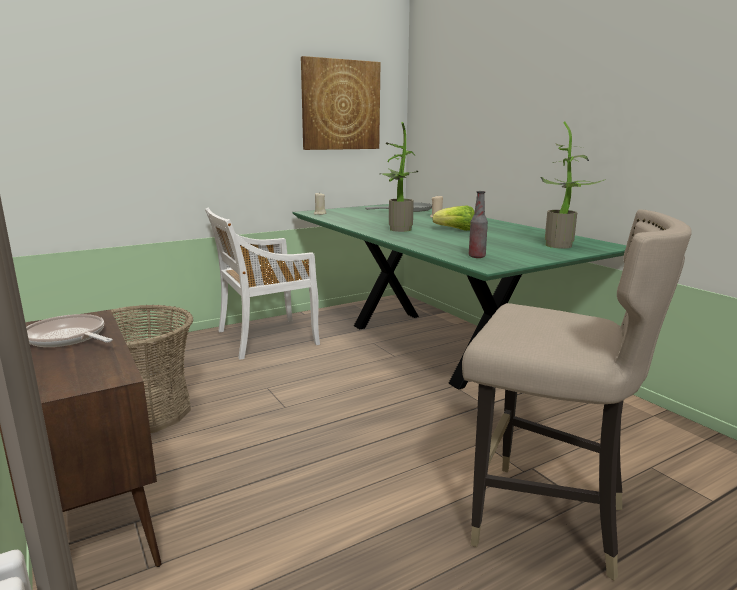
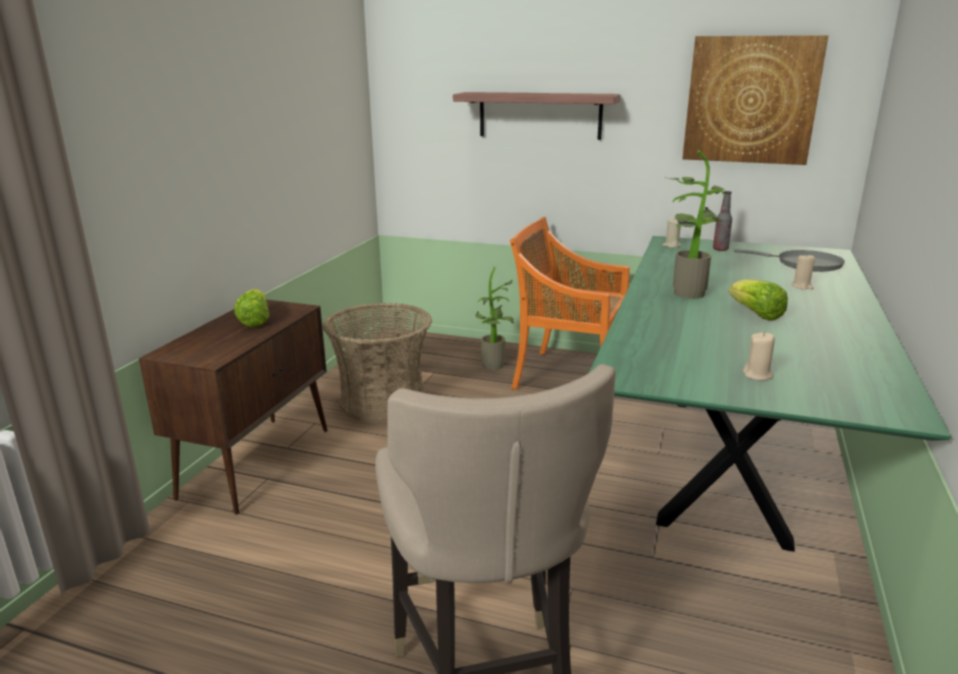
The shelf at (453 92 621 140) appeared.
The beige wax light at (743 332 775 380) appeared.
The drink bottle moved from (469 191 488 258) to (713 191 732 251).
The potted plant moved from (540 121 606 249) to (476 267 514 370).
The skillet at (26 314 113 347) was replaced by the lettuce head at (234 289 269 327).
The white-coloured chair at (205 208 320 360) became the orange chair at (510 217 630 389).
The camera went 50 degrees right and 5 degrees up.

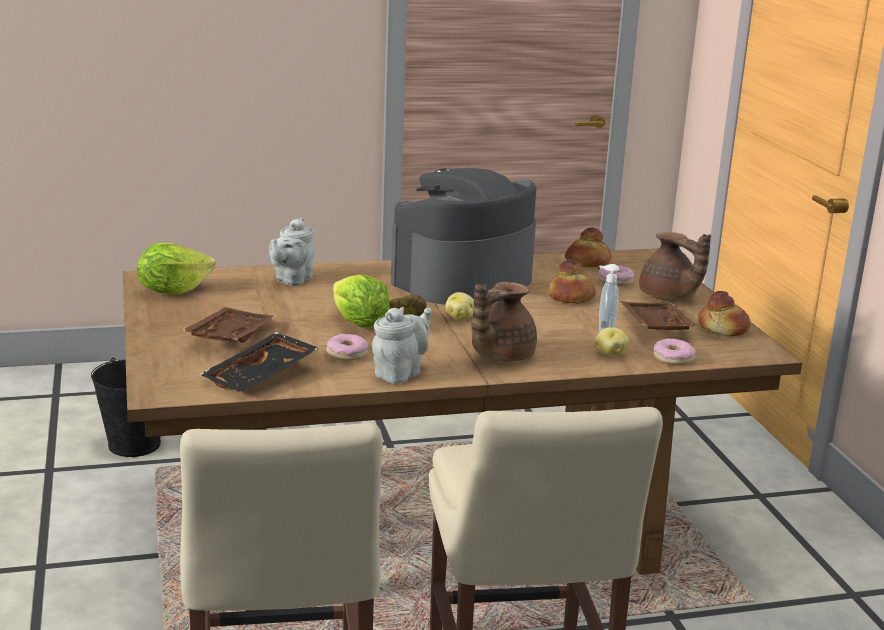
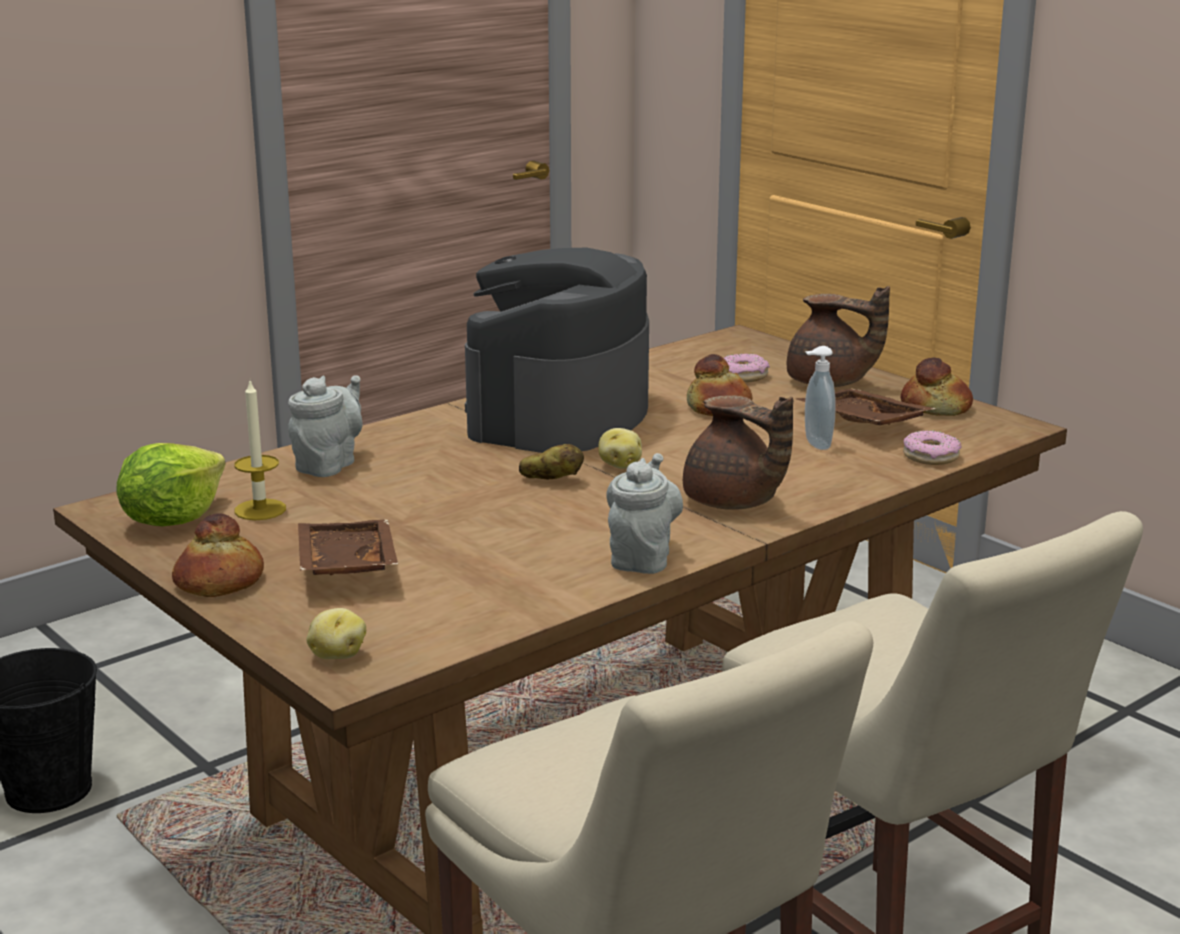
The blackish serving tray at (200 332 318 392) disappeared.
The doughnut at (326 334 368 361) disappeared.
The lettuce head at (333 274 390 327) disappeared.
The wax light at (234 381 286 520) appeared.
The baked bread moved from (565 227 611 267) to (172 513 264 597).
The spud moved from (595 327 629 356) to (307 608 366 659).
The grey teapot at (269 217 315 286) turned 150 degrees counterclockwise.
The brownish teapot at (471 282 537 362) turned 60 degrees counterclockwise.
The camera went 25 degrees left and 0 degrees up.

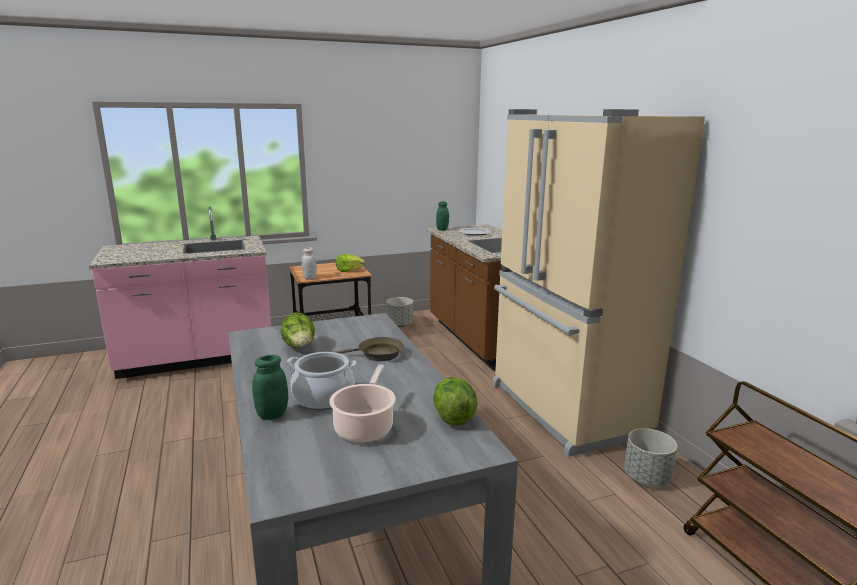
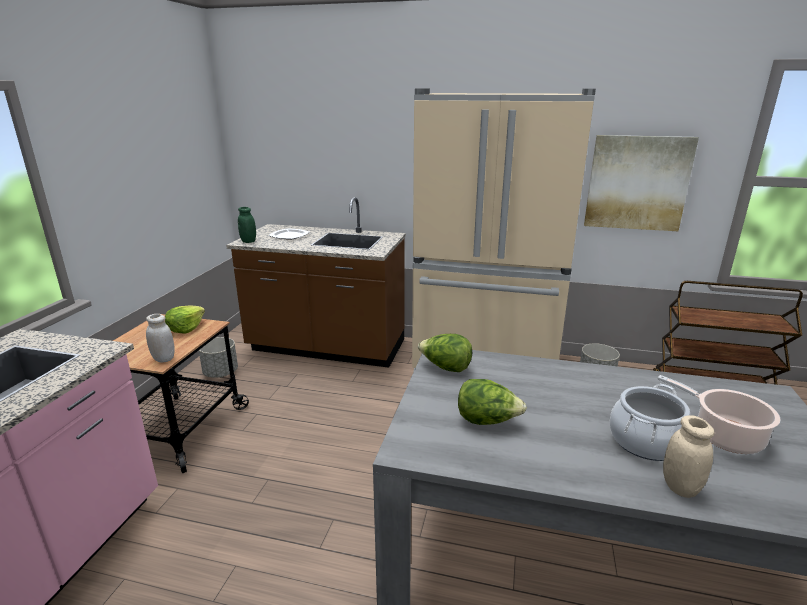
The brownish skillet at (331 337 404 361) disappeared.
The wall art at (584 135 699 231) appeared.
The lettuce head moved from (433 377 478 426) to (418 334 472 372).
The green-coloured storage jar at (252 355 288 420) became the beige storage jar at (663 415 714 498).
The camera went 55 degrees left and 5 degrees up.

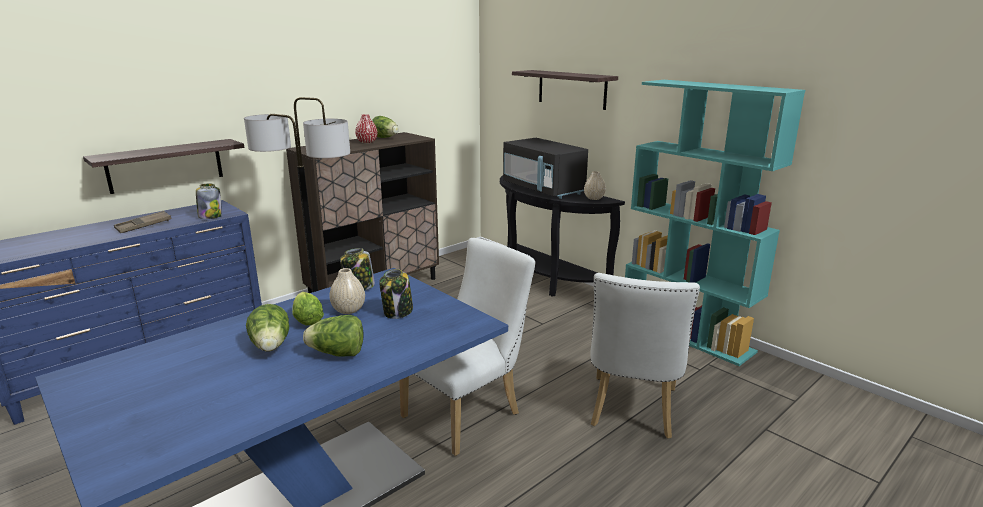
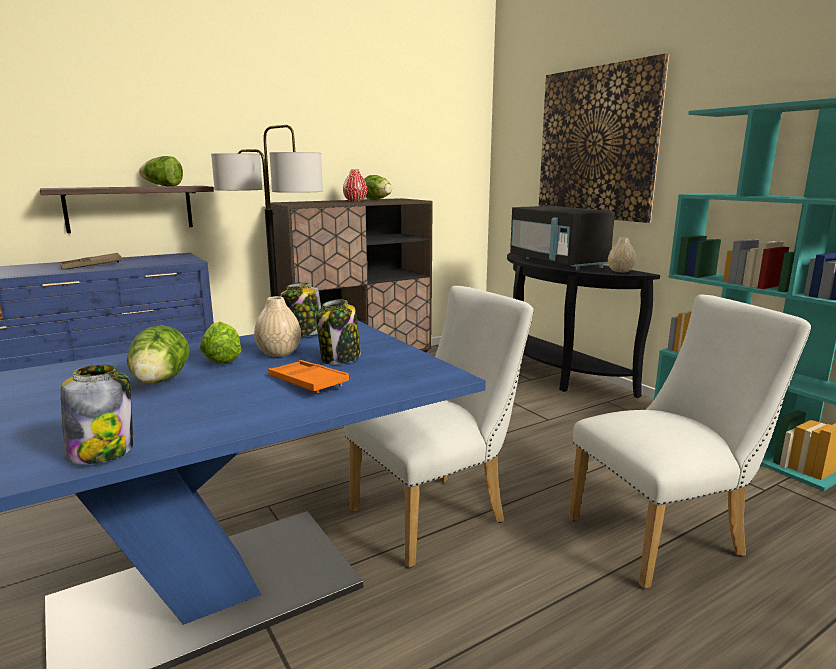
The orange serving tray at (268 360 349 393) appeared.
The storage jar moved from (196 184 222 219) to (61 365 133 464).
The lettuce head moved from (303 315 363 357) to (139 156 183 186).
The shelf at (512 70 618 110) was replaced by the wall art at (539 53 669 223).
The white-coloured chair at (590 273 700 439) turned 135 degrees counterclockwise.
The camera went 10 degrees right and 5 degrees down.

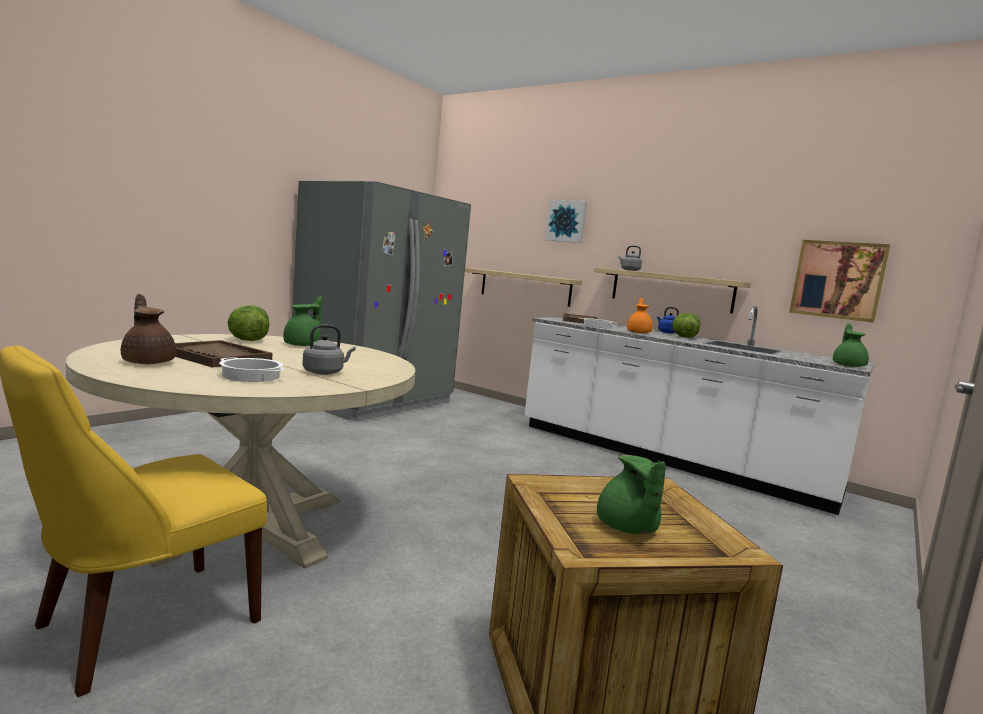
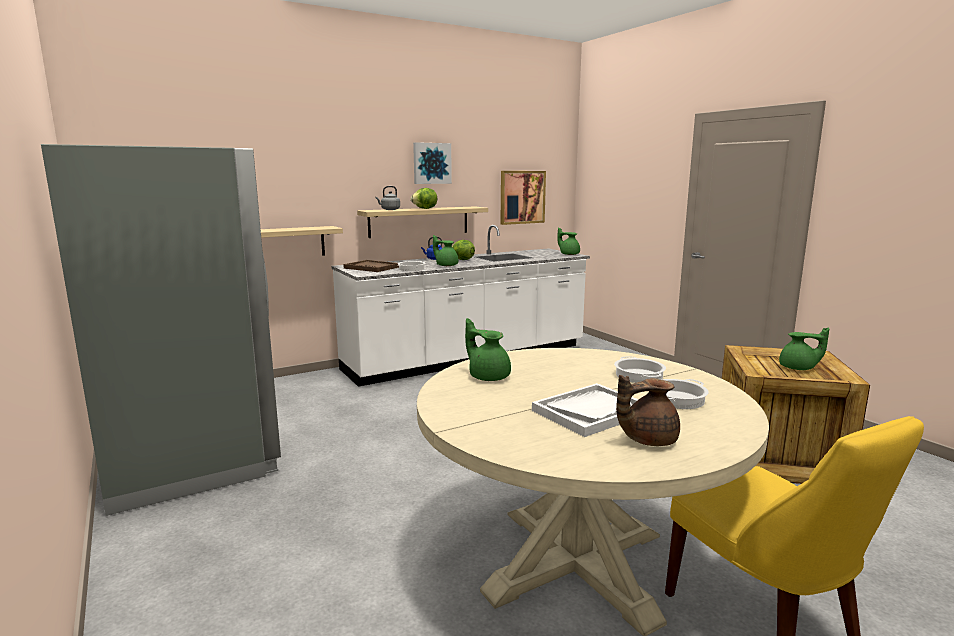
The lettuce head moved from (228 305 269 341) to (411 188 437 209).
The wall art moved from (545 200 587 243) to (413 142 452 184).
The grey water kettle at (302 324 356 375) was replaced by the saucepot at (614 356 666 383).
The brownish serving tray at (175 340 272 367) became the white-coloured serving tray at (532 383 639 437).
The orange teapot at (627 298 653 333) became the green-coloured teapot at (433 235 458 266).
The camera went 65 degrees left and 5 degrees up.

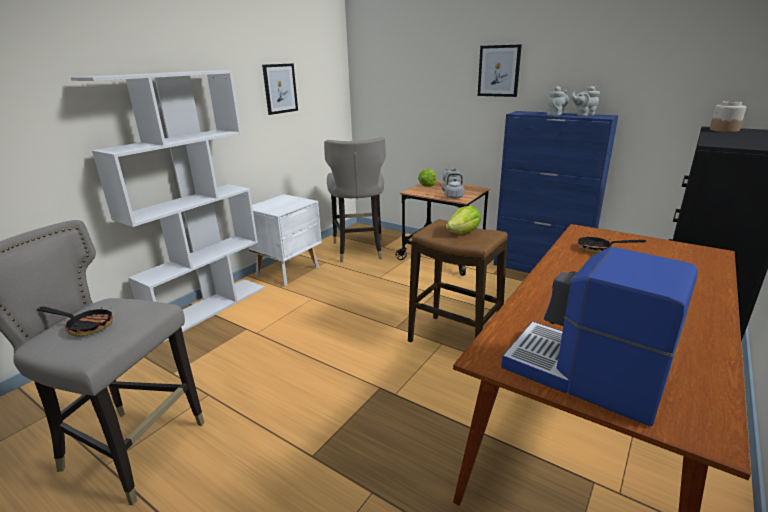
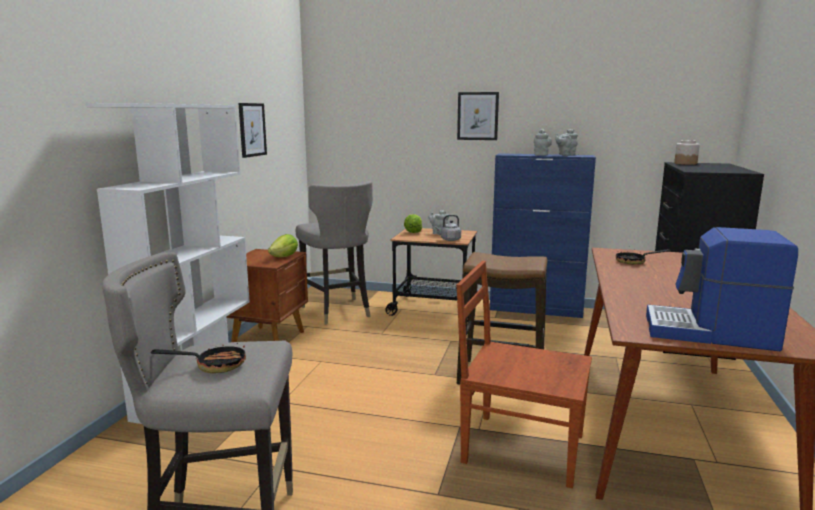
The brownish chair at (456 261 592 488) appeared.
The lettuce head moved from (446 206 481 234) to (268 234 298 257).
The white-coloured bedside table at (249 194 322 286) became the brownish bedside table at (226 249 308 342).
The camera went 20 degrees left and 10 degrees down.

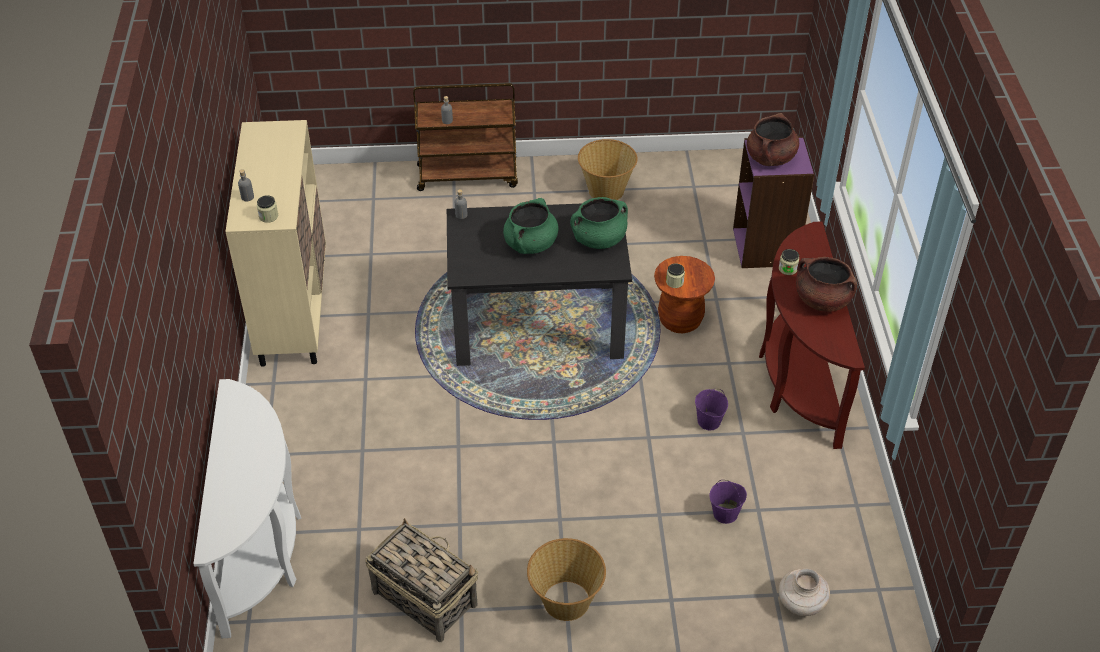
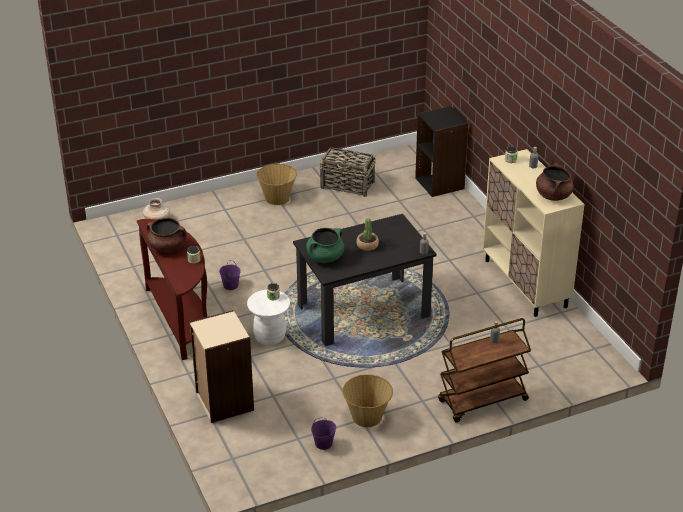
The purplish bucket moved from (709 480 747 524) to (311 417 336 450).
The brownish saucepot moved from (747 113 799 166) to (536 163 574 201).
The white-coloured console table at (193 379 301 638) was replaced by the blackish bookcase at (415 106 469 197).
The green-coloured saucepot at (503 198 558 254) was replaced by the potted plant at (356 218 379 251).
The brownish stool seat at (654 256 715 333) became the white-coloured stool seat at (247 290 290 345).
The purplish bookcase at (733 136 814 268) became the beige bookcase at (190 310 254 423).
The camera went 160 degrees right and 10 degrees down.

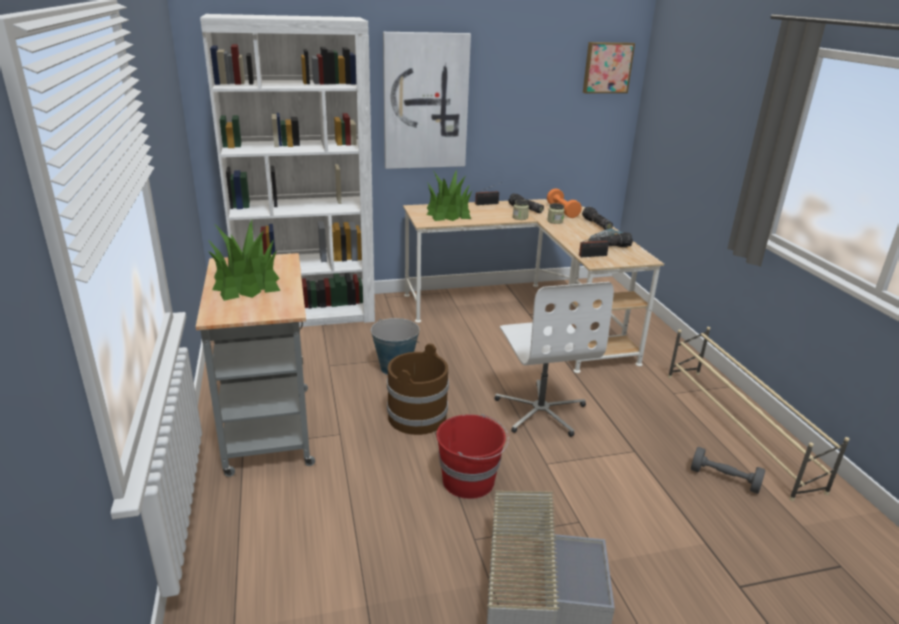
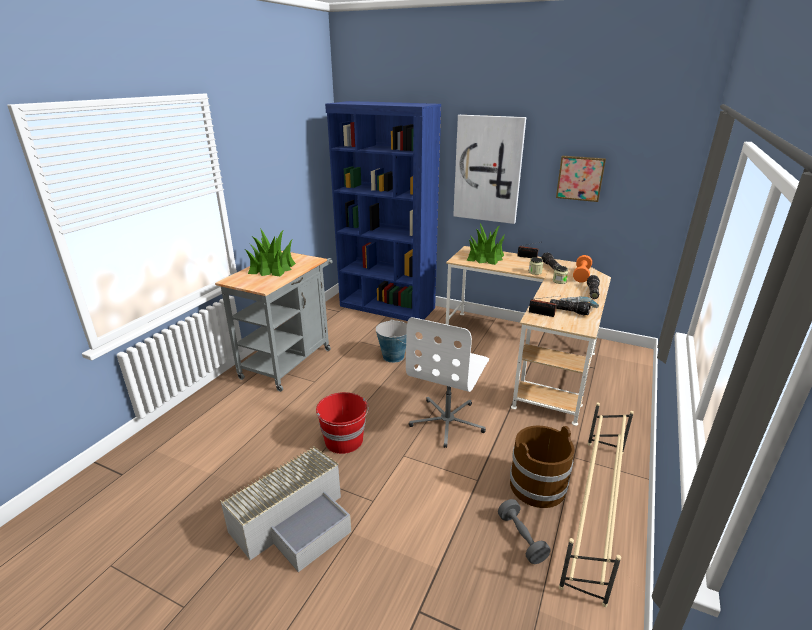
The brownish bucket moved from (387 343 449 435) to (510 426 575 508).
The wall art moved from (583 42 635 93) to (556 156 606 202).
The white-coloured bookcase at (200 14 375 327) became the bluish bookcase at (325 101 441 321).
The camera went 40 degrees right and 0 degrees up.

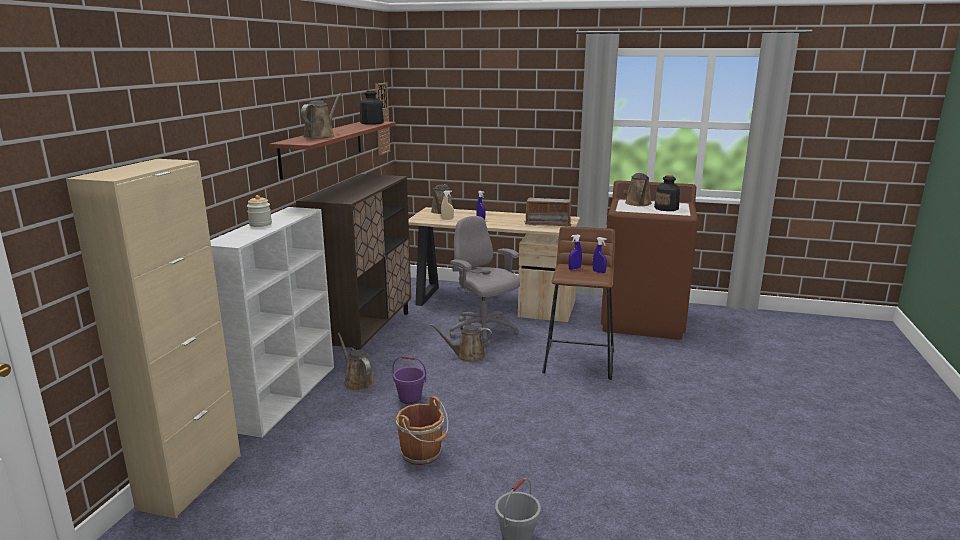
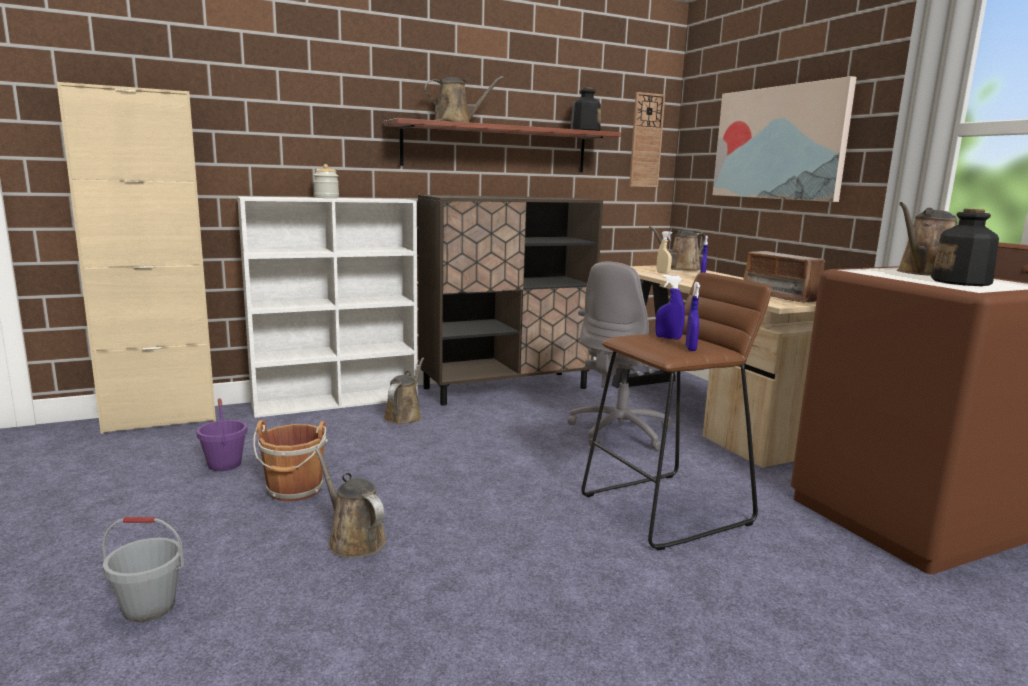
The wall art at (713 76 857 202) appeared.
The purplish bucket moved from (392 356 426 404) to (196 398 247 471).
The brownish watering pot moved from (430 324 492 362) to (315 449 386 558).
The grey computer chair at (449 216 520 347) turned 150 degrees counterclockwise.
The camera went 50 degrees right and 5 degrees down.

